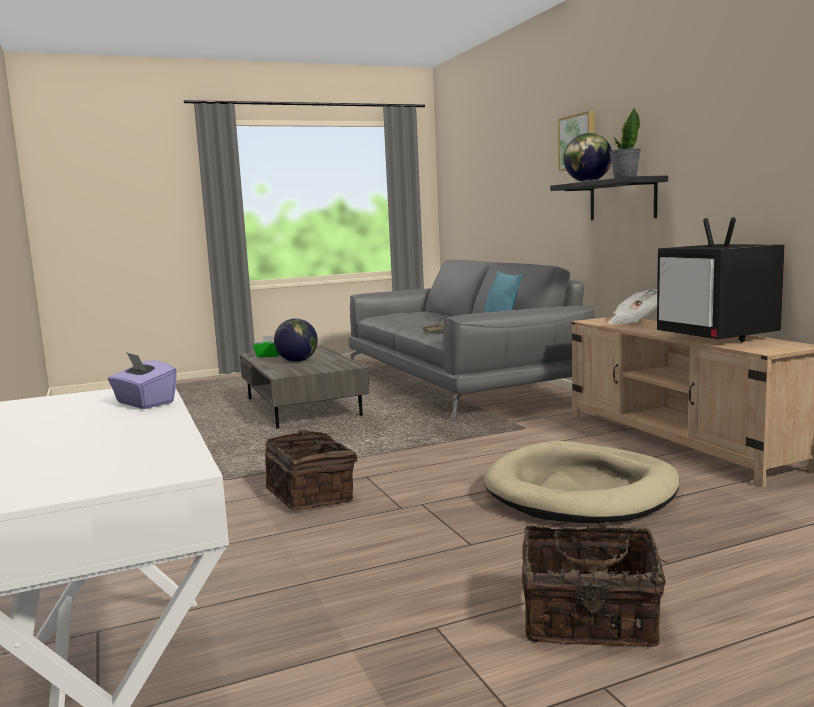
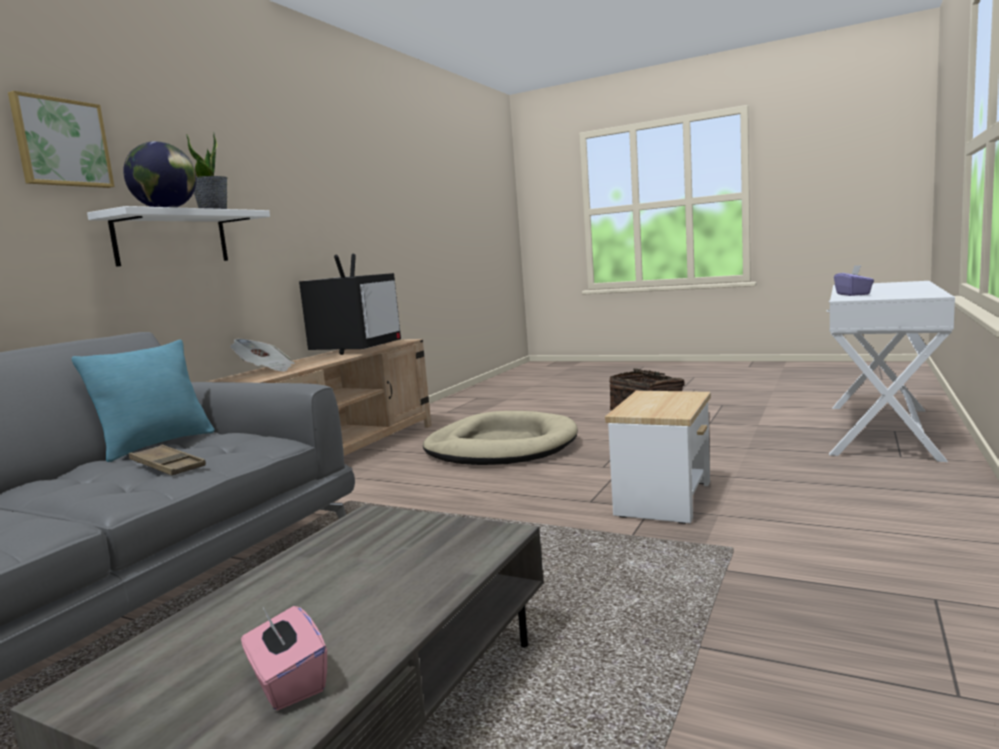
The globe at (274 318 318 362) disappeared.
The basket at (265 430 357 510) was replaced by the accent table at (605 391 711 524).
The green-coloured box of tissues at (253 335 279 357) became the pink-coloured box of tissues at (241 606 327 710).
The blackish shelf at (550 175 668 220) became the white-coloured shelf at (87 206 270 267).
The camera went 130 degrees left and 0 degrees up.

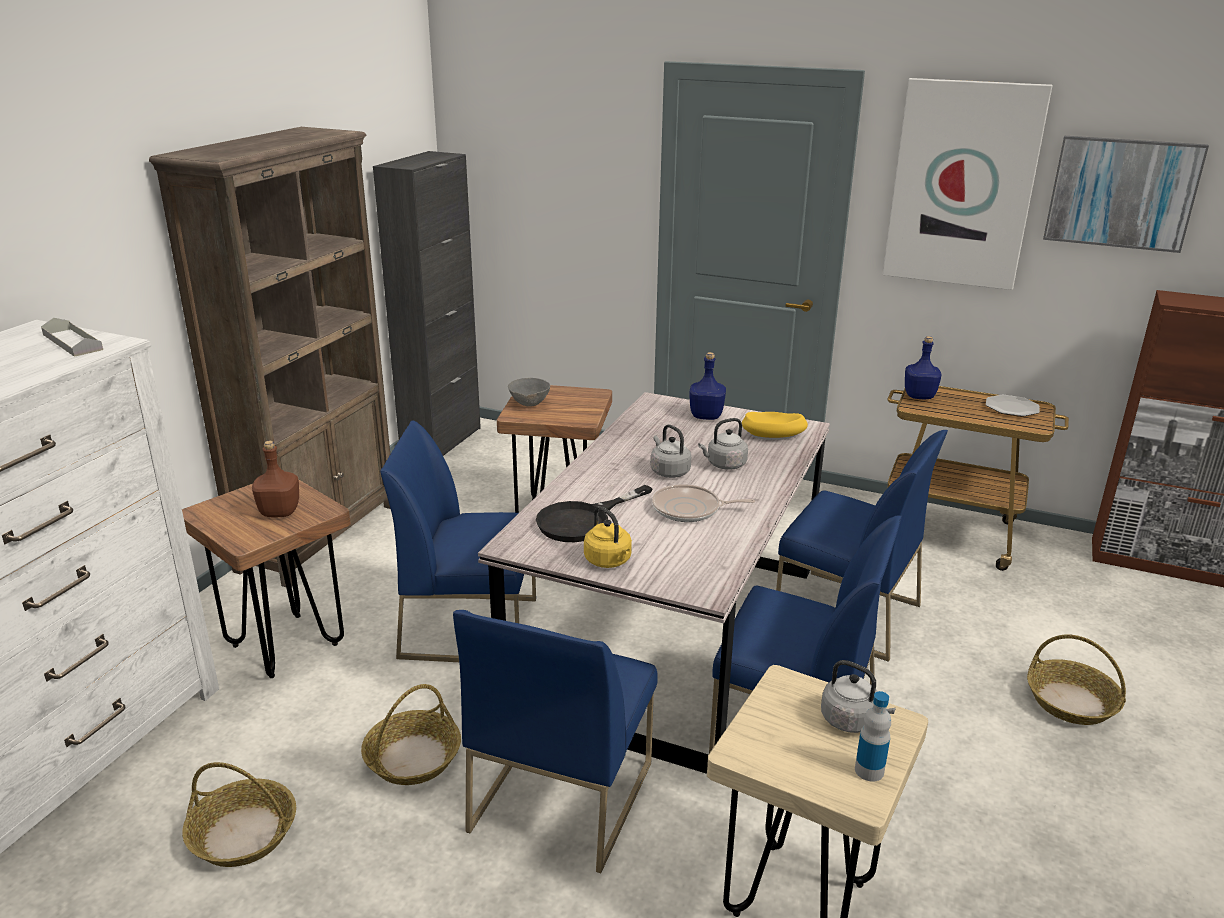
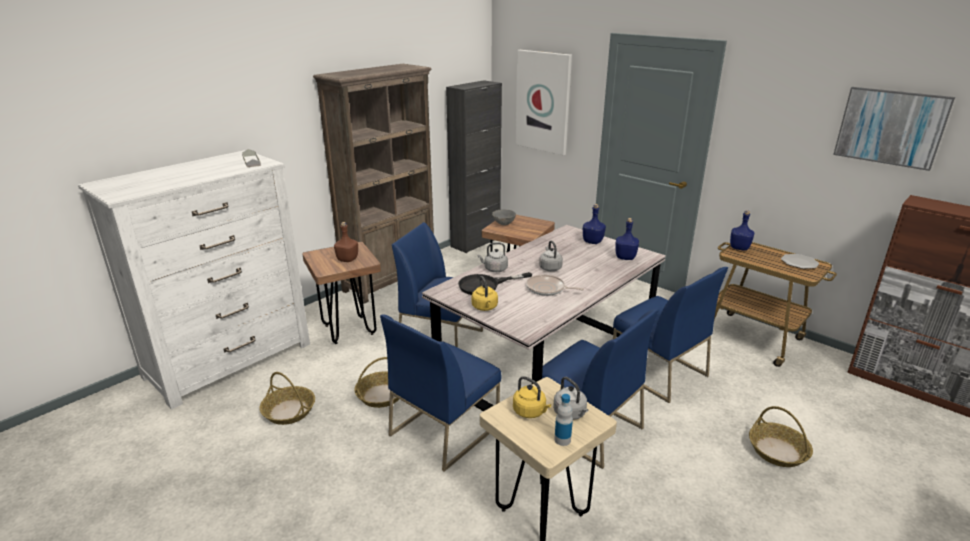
The yellowish water kettle at (513 376 551 418) appeared.
The grey water kettle moved from (698 418 748 470) to (478 242 508 272).
The wall art moved from (882 78 1053 290) to (515 50 572 155).
The yellowish serving bowl at (742 412 808 440) was replaced by the bluish drink bottle at (615 218 639 260).
The camera went 20 degrees right and 0 degrees up.

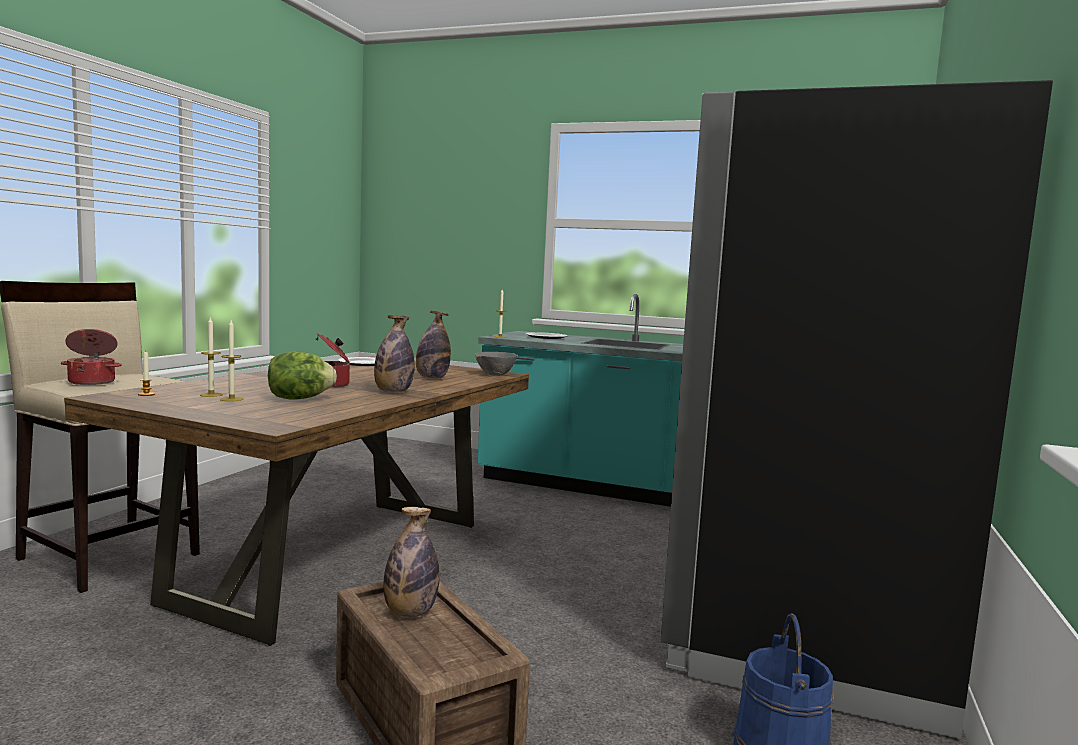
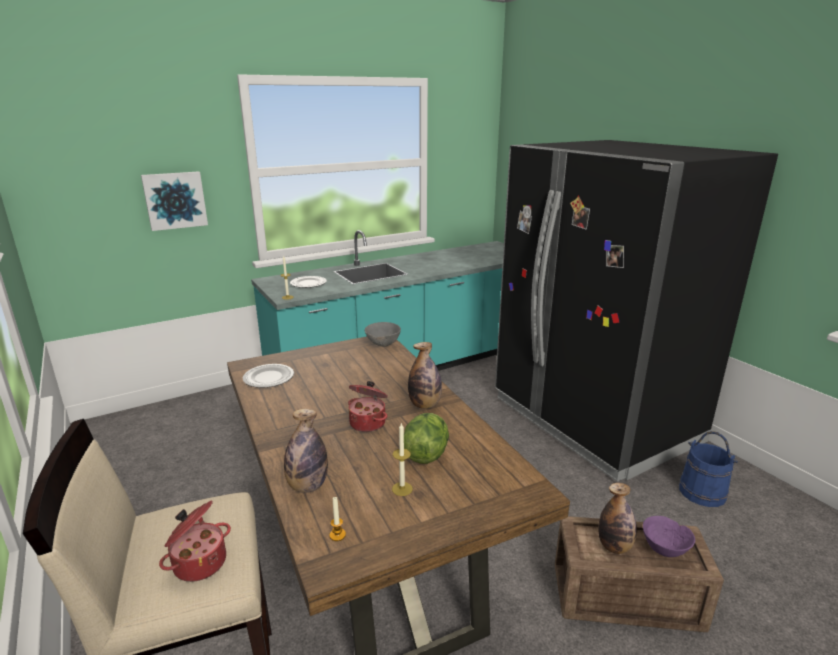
The wax light at (200 316 223 397) disappeared.
The wall art at (141 171 208 231) appeared.
The purplish serving bowl at (643 516 695 557) appeared.
The drink bottle moved from (416 311 451 379) to (284 409 328 493).
The camera went 50 degrees left and 15 degrees up.

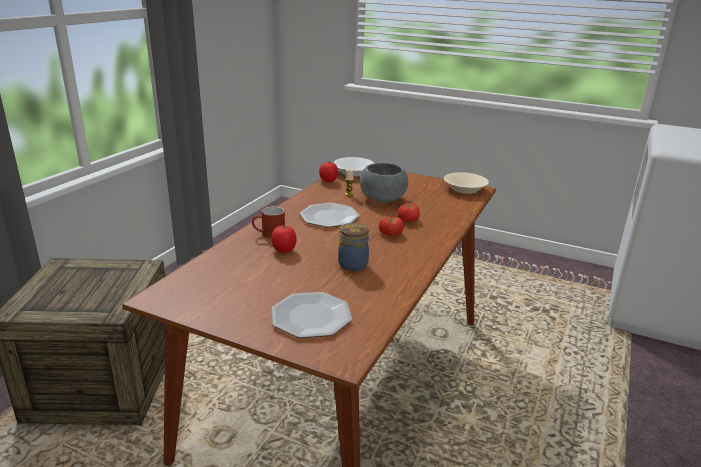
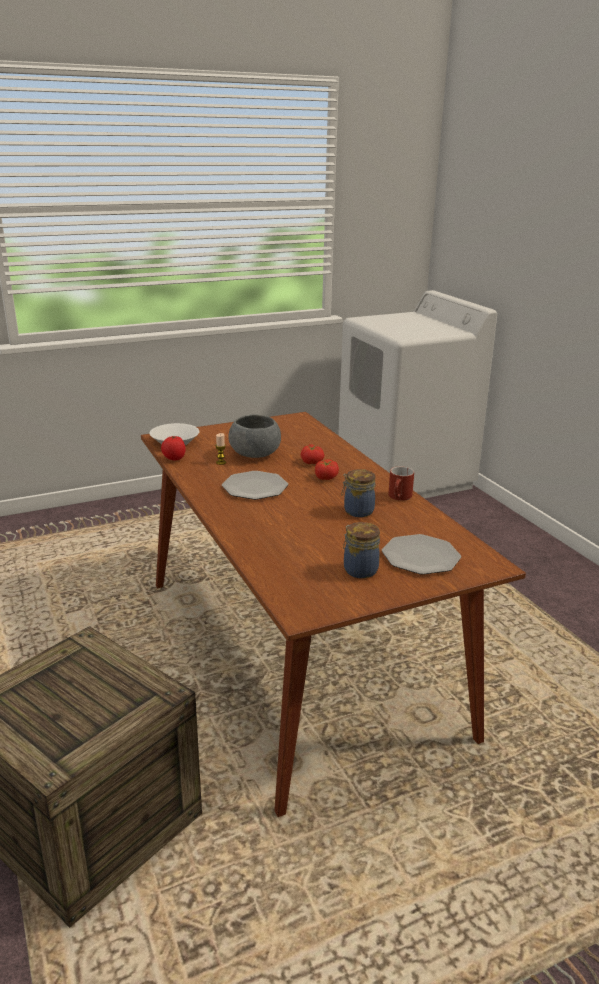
The whole tomato at (271 225 297 253) disappeared.
The beige serving bowl at (444 172 489 194) disappeared.
The storage jar at (343 522 380 578) appeared.
The reddish mug moved from (252 206 285 239) to (388 466 414 501).
The camera went 50 degrees left and 0 degrees up.

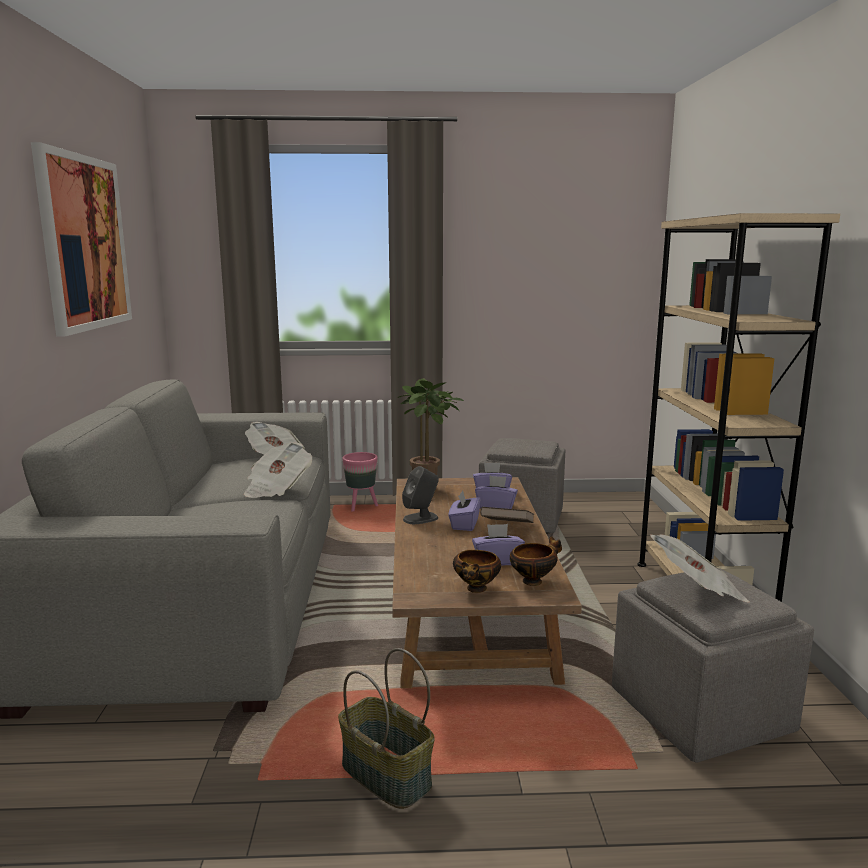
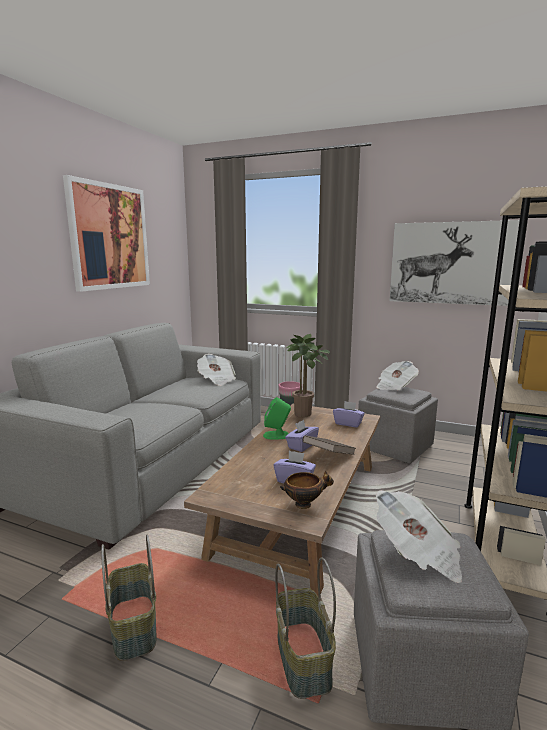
The serving bowl at (453 550 501 593) disappeared.
The purplish box of tissues at (475 476 518 509) disappeared.
The basket at (275 557 336 699) appeared.
The wall art at (389 220 520 306) appeared.
The daily paper moved from (244 442 312 498) to (376 361 419 390).
The grey loudspeaker at (402 466 439 524) became the green-coloured loudspeaker at (263 397 291 439).
The camera went 25 degrees right and 0 degrees up.

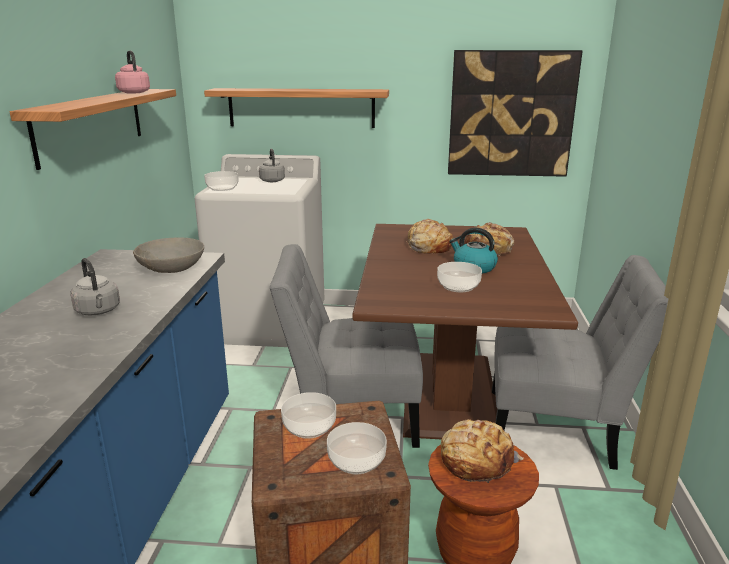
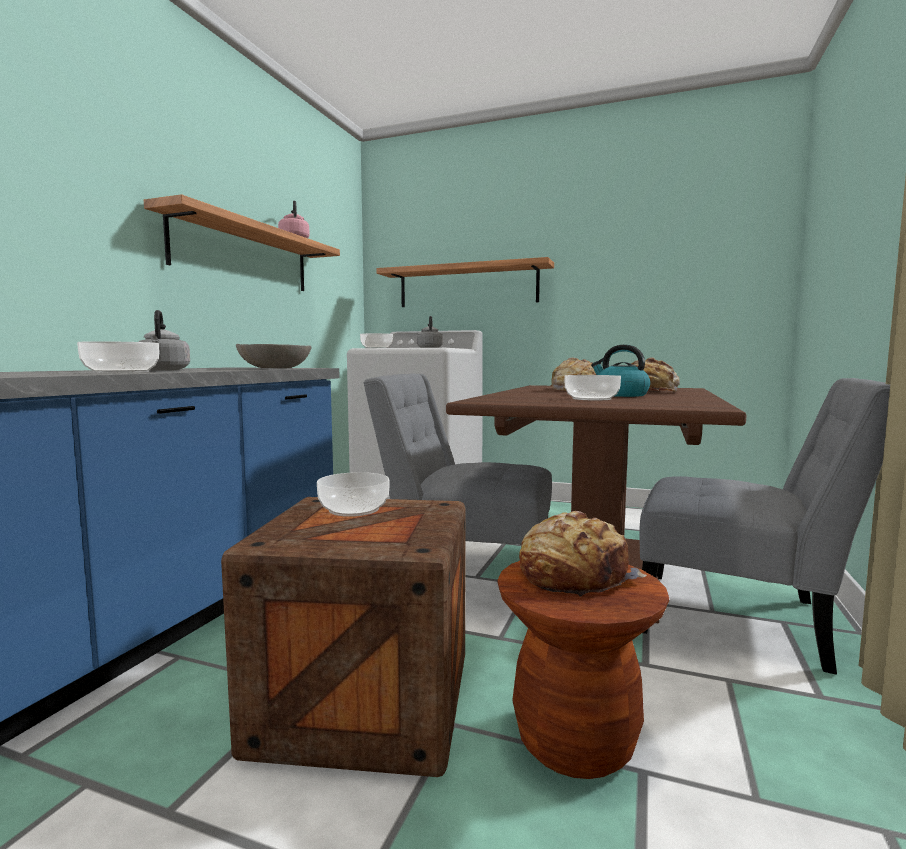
The wall art at (448 50 583 177) disappeared.
The serving bowl moved from (327 422 387 474) to (77 341 159 373).
The camera went 15 degrees right and 15 degrees down.

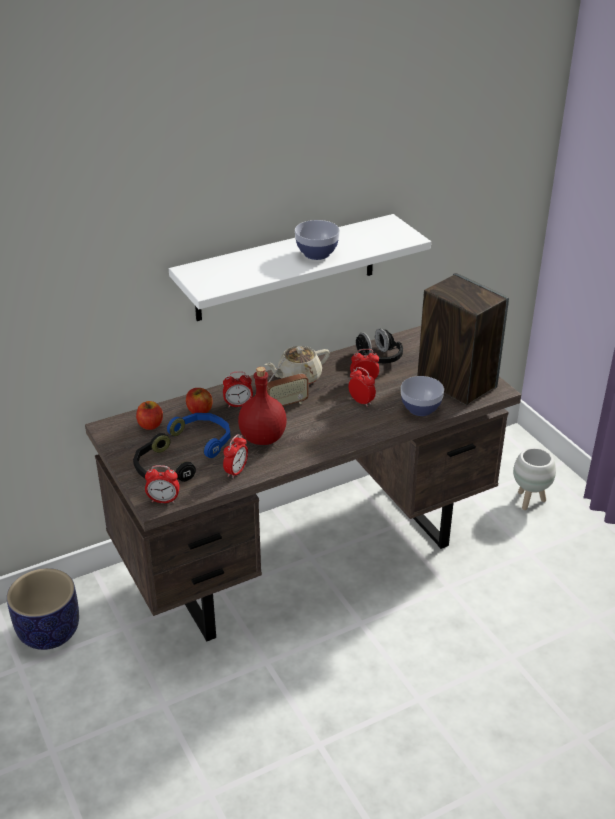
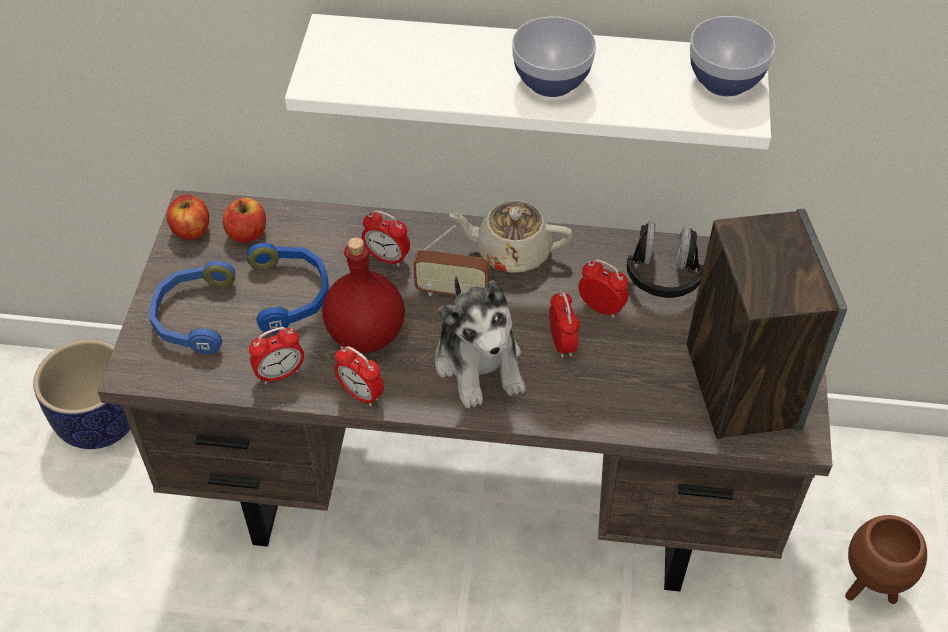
The soft toy at (435 276 526 409) appeared.
The table clock moved from (145 465 180 503) to (335 346 384 406).
The apple moved from (186 388 213 414) to (166 195 209 240).
The serving bowl moved from (401 376 444 416) to (690 16 775 97).
The blackish pair of headphones at (133 433 196 482) became the bluish pair of headphones at (149 261 235 354).
The white-coloured planter at (513 447 556 510) became the brownish planter at (845 515 927 604).
The camera went 35 degrees right and 15 degrees up.

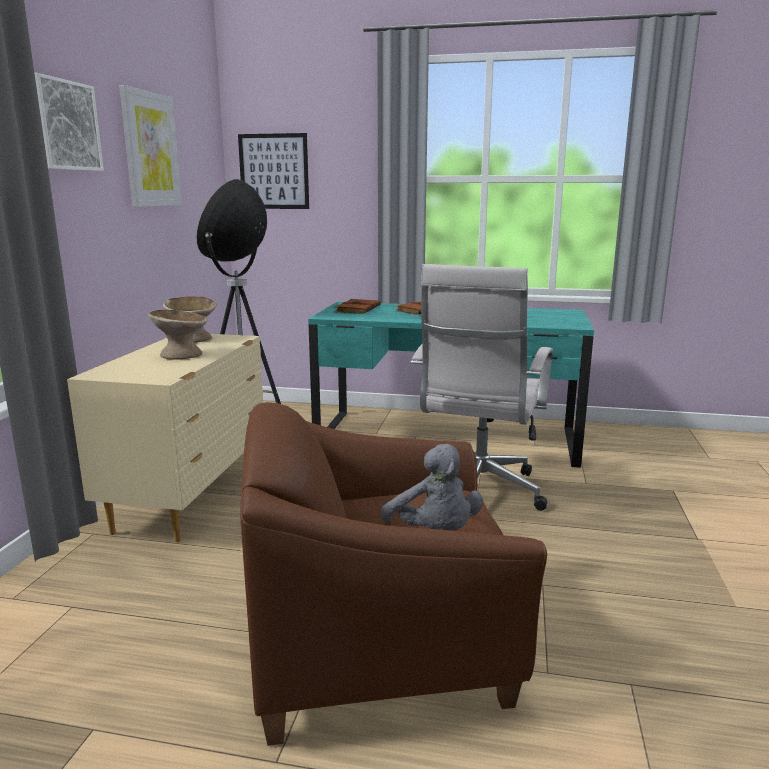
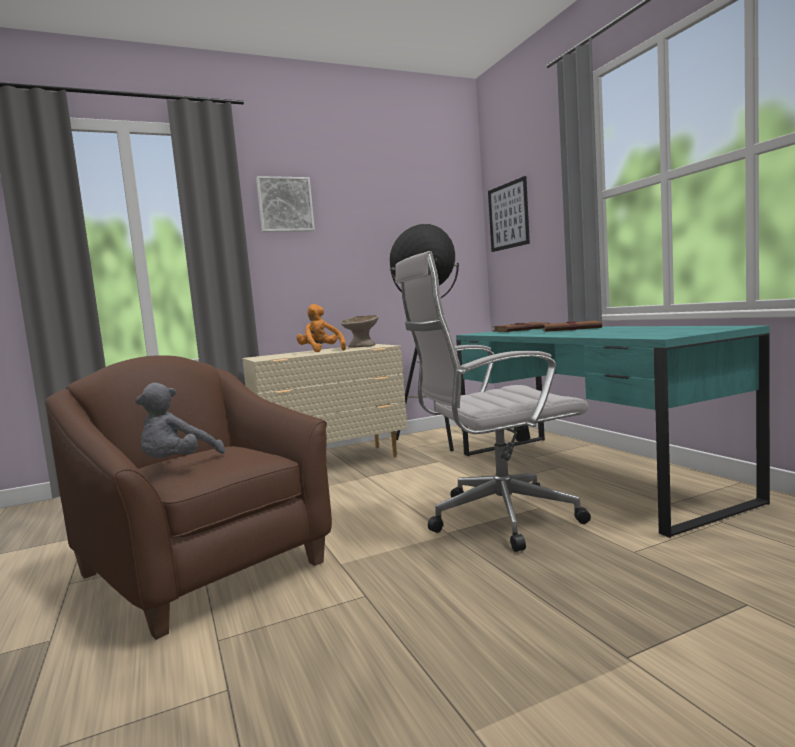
The wall art at (119 85 182 207) disappeared.
The beige serving bowl at (148 310 208 360) was replaced by the orange soft toy at (297 304 346 352).
The camera went 55 degrees right and 10 degrees down.

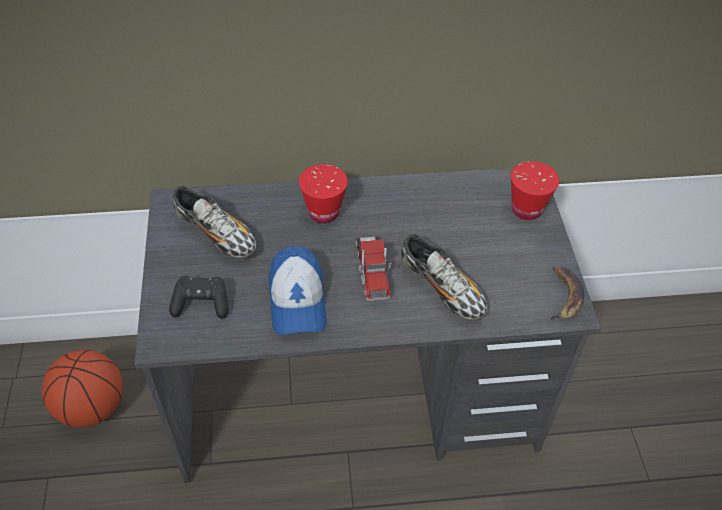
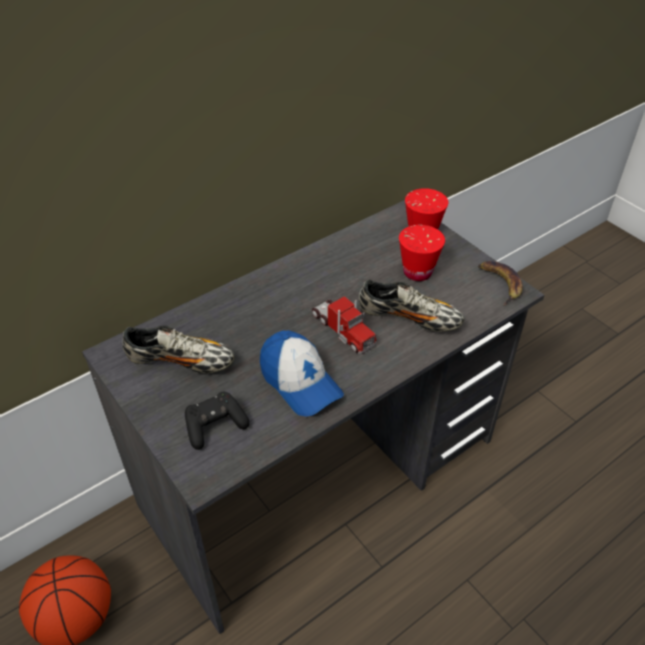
The reddish drinking cup moved from (299 164 348 224) to (399 225 445 281).
The camera went 30 degrees left and 5 degrees down.

